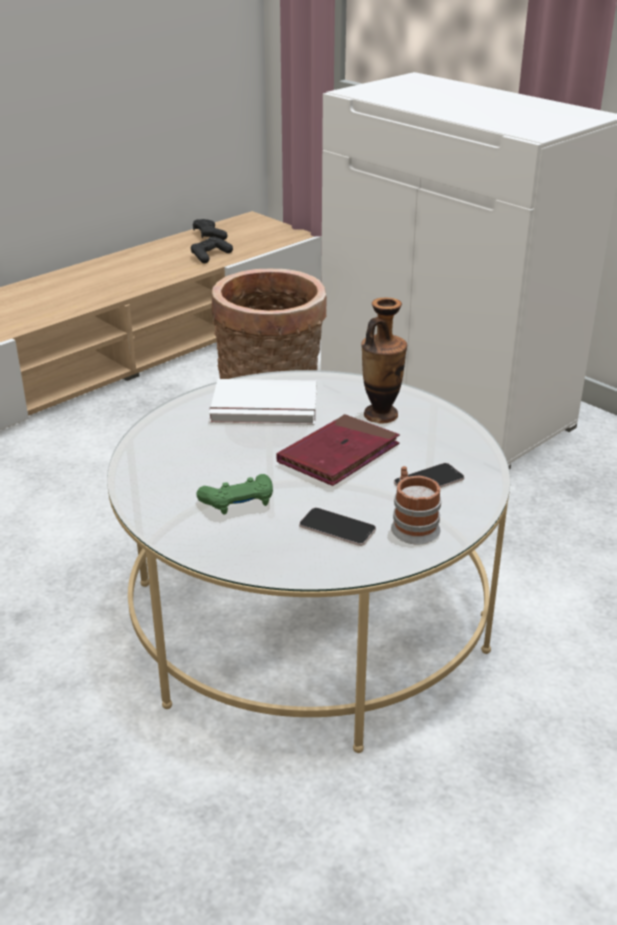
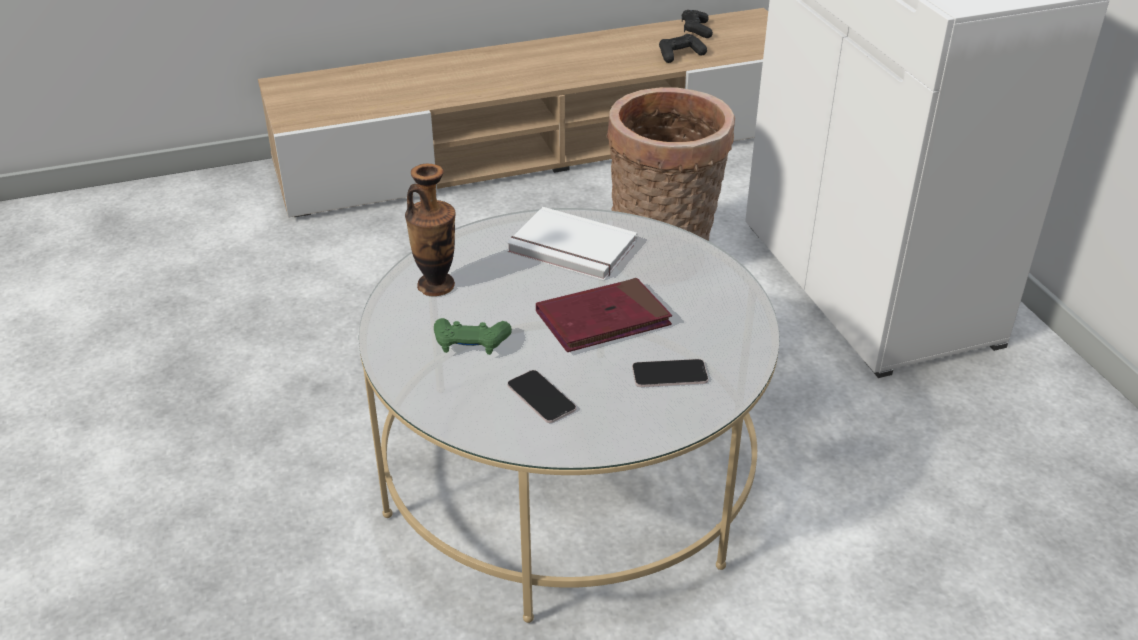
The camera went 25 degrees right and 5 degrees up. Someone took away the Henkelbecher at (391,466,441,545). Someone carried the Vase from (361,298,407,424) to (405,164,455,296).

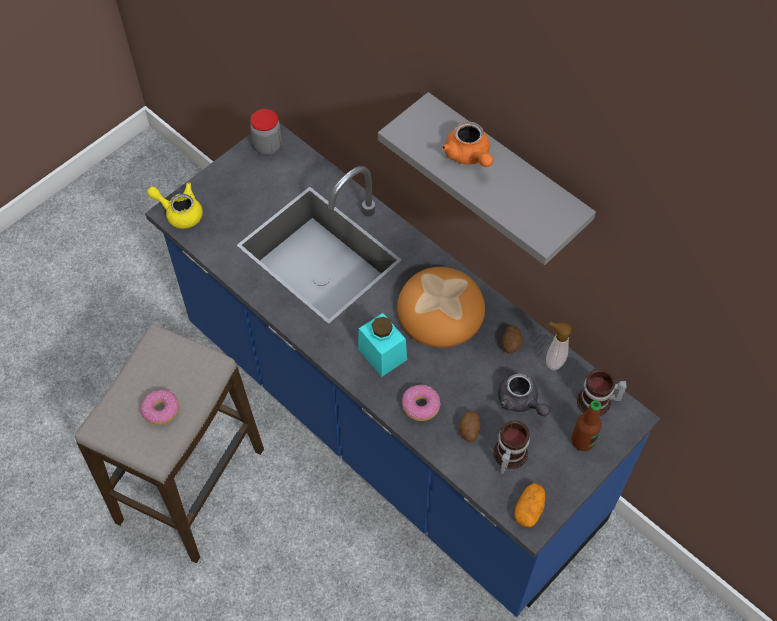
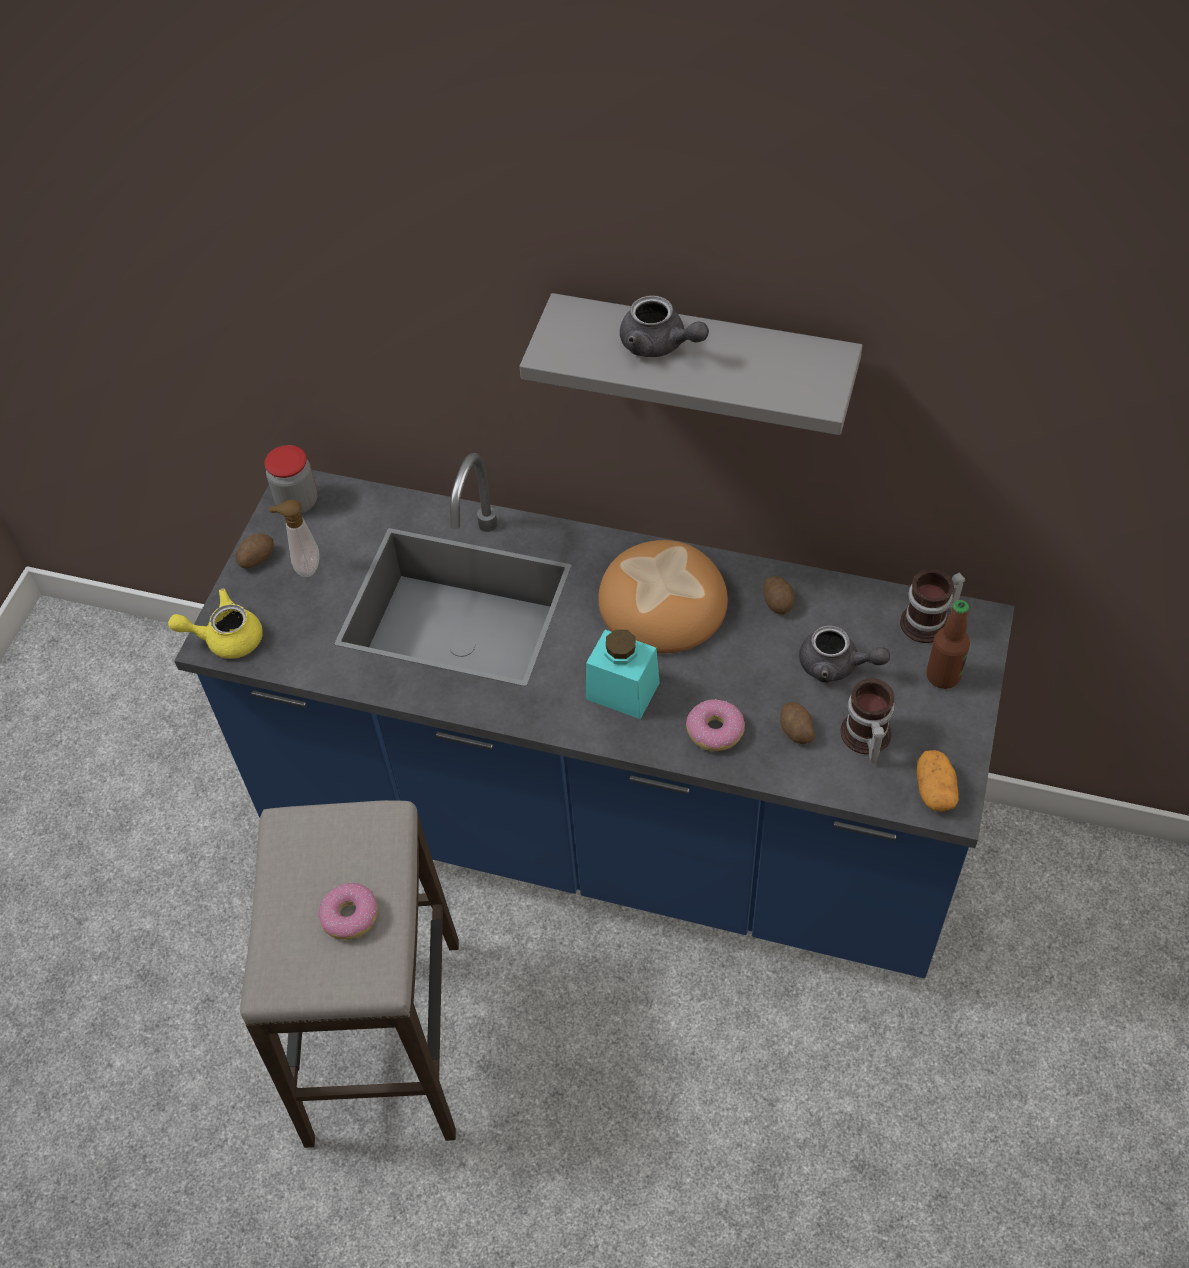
The camera went 25 degrees left and 5 degrees down. Someone put down the Kartoffel at (235,533,274,569). Someone carried the Seifenspender from (546,322,572,370) to (269,500,319,577). Someone repainted the Teekanne/orange at (442,121,493,167), which became the Teekanne/grau at (620,295,709,357).

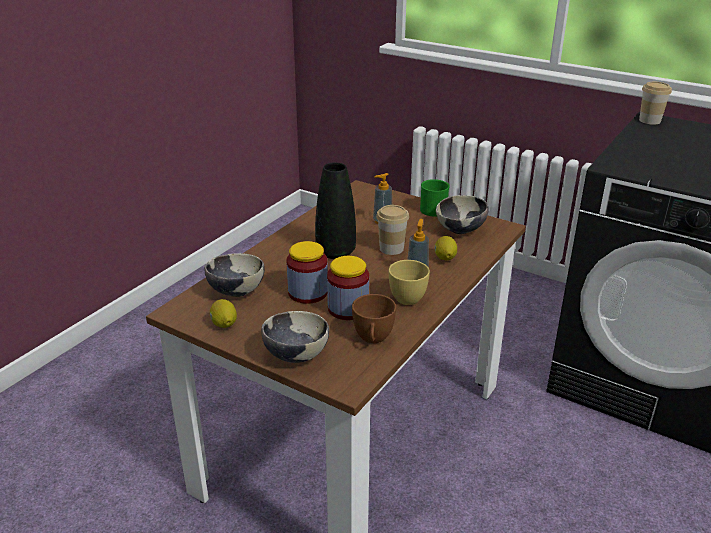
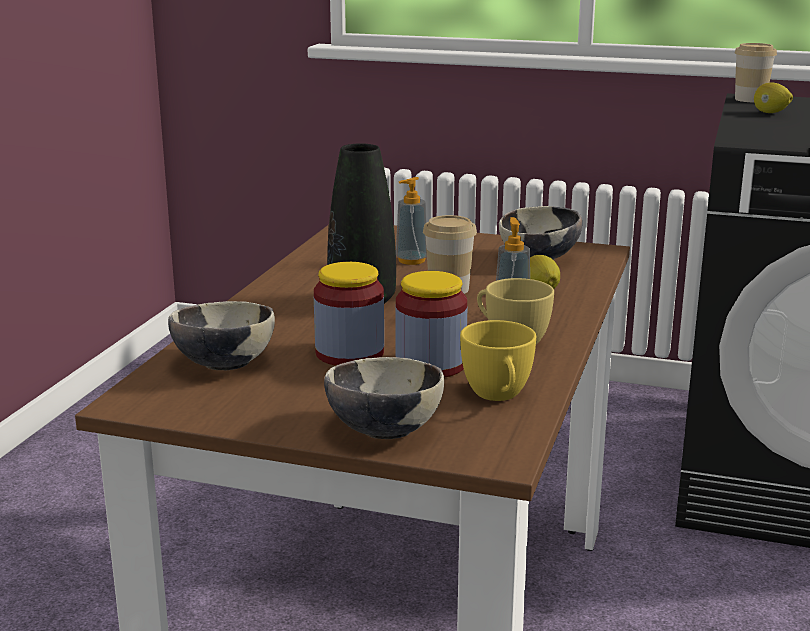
The camera went 15 degrees left and 10 degrees down. Someone took away the Henkelbecher/grün at (420,179,450,217). Someone carried the Zitrone from (210,299,237,328) to (754,83,793,113). Someone repainted the Tasse/braun at (352,294,396,343), which became the Tasse/gelb at (460,320,536,401).

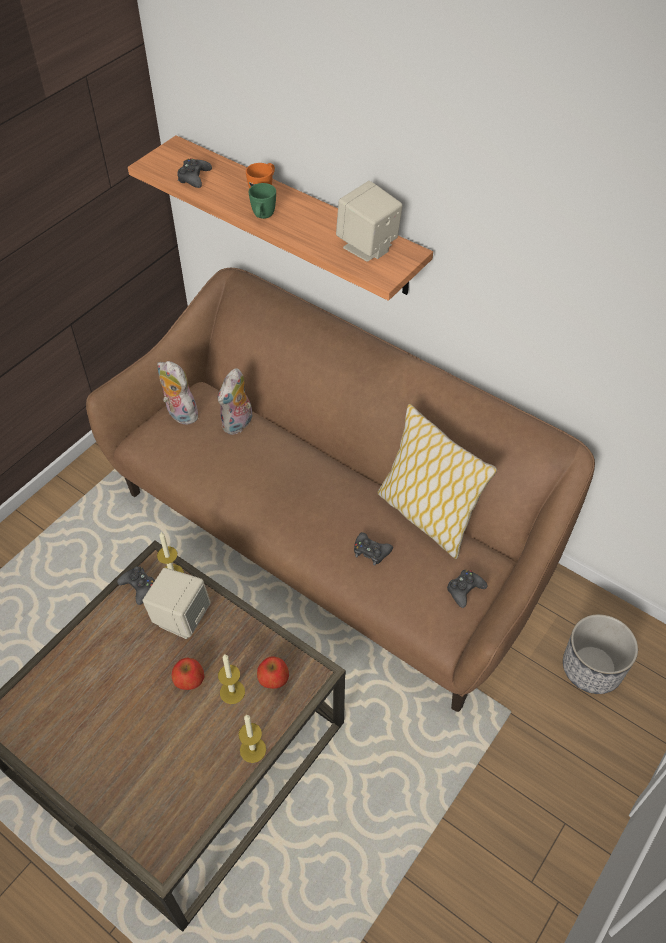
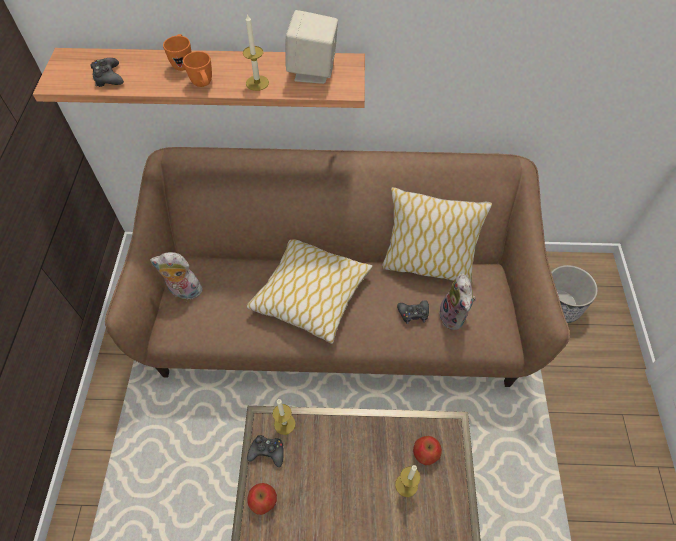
The camera went 35 degrees left and 5 degrees up. Someone took away the Lautsprecher/beige at (143,568,211,639). Someone took away the Gamepad/schwarz at (447,570,487,608). Someone put down the Kissen at (246,239,373,344). Someone carried the Apfel from (172,658,204,690) to (247,483,277,515). Someone carried the Plüschtier from (218,368,252,435) to (439,273,476,330). Someone carried the Kerze from (238,715,266,763) to (243,13,269,91). Someone repainted the Henkelbecher/grün at (249,183,276,219), which became the Henkelbecher/orange at (183,51,212,87).

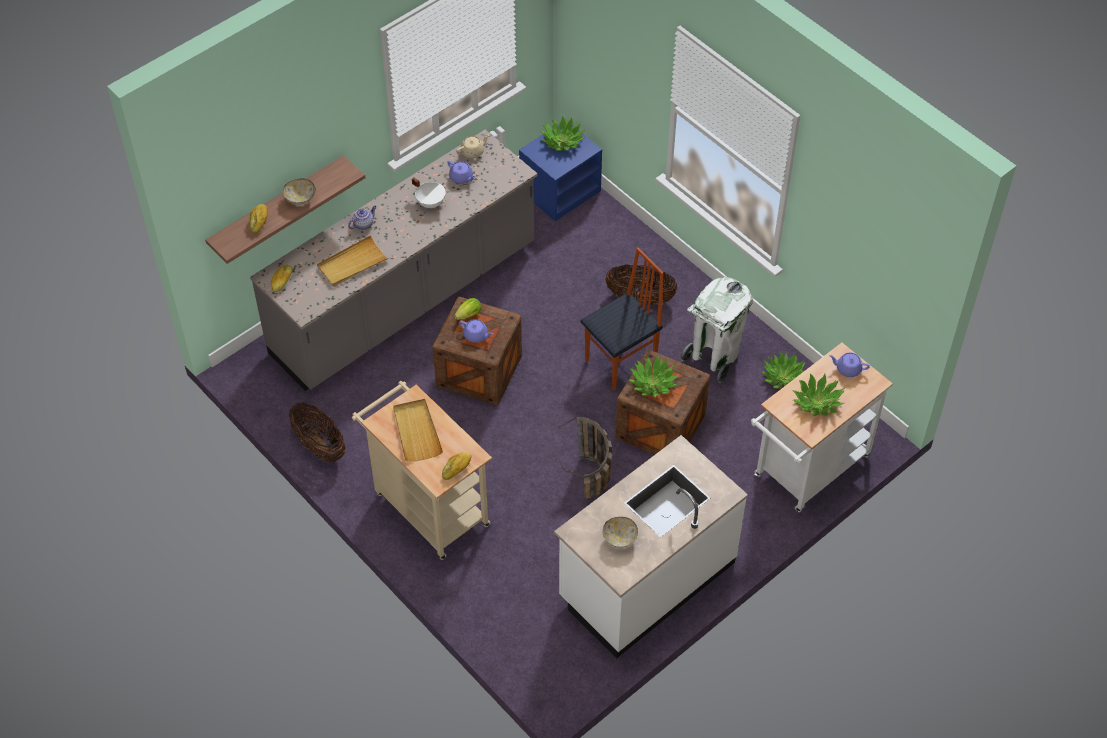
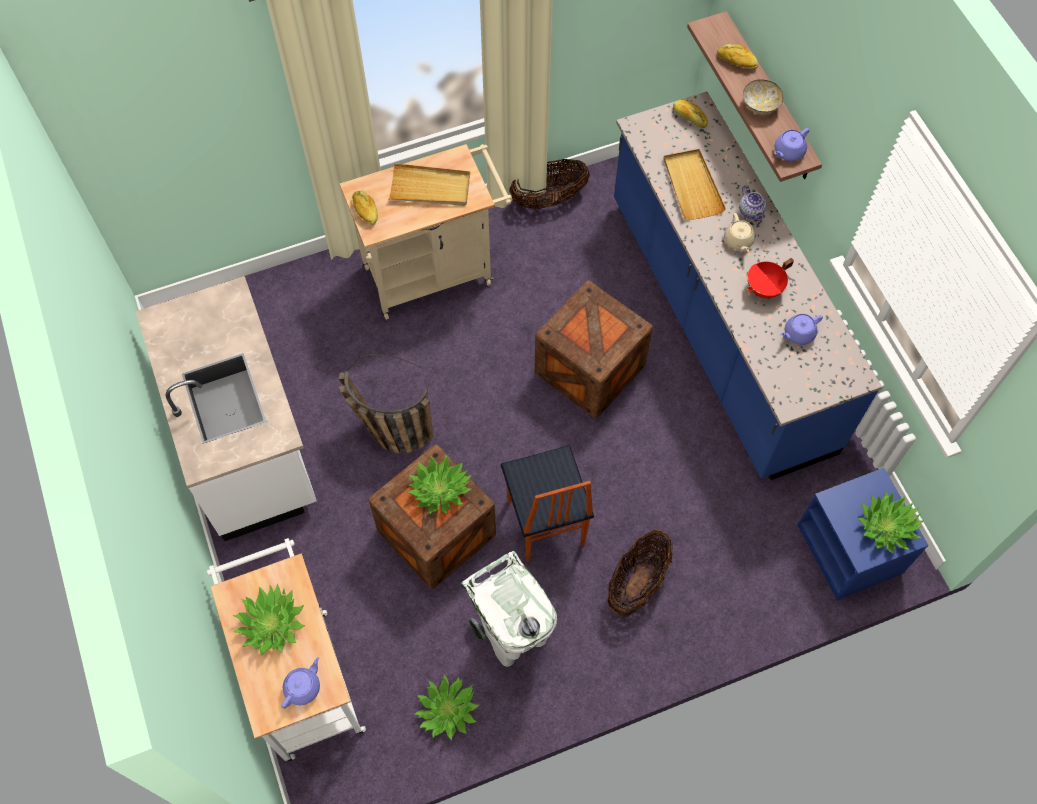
The camera went 110 degrees right and 10 degrees up. Someone took away the Salatkopf at (454,298,481,320). Someone took away the Schüssel at (603,517,638,548). Someone carried the Teekanne/beige from (456,135,489,158) to (724,213,755,252). Someone carried the Teekanne/lila from (459,319,494,343) to (774,128,809,161). Someone repainted the Küchenzeile/grau at (250,130,538,391), which became the Küchenzeile/blau at (614,91,882,480). Someone repainted the Kochtopf/weiß at (412,177,446,208), which became the Kochtopf/rot at (747,258,794,298).

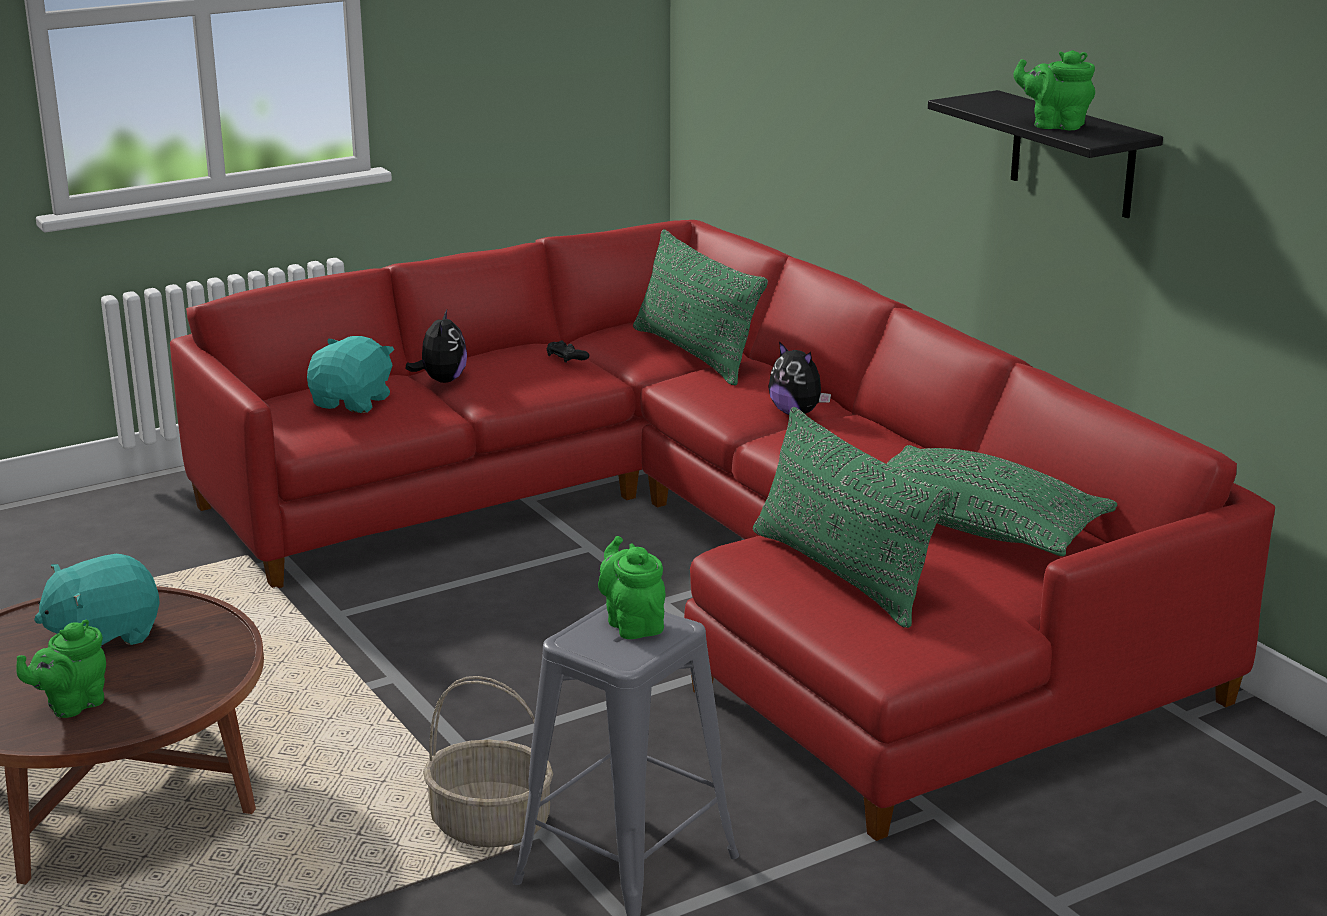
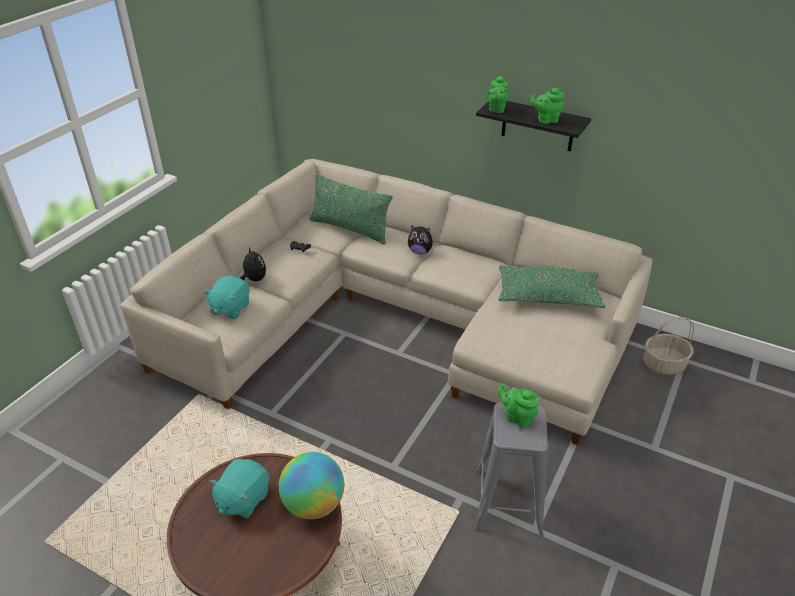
The camera went 30 degrees left and 15 degrees up. Someone took away the Kissen/grün at (753,407,953,628). Someone put down the Globus at (279,452,344,519). Someone carried the Teekanne/grün from (16,620,106,718) to (486,75,510,113). Someone carried the Korb from (423,676,553,847) to (643,317,694,375). Someone repainted the Sofa/rot at (170,220,1275,841), which became the Sofa/beige at (120,159,652,445). Someone rotated the Plüschtier/türkis at (307,336,394,413) by 150 degrees counterclockwise.

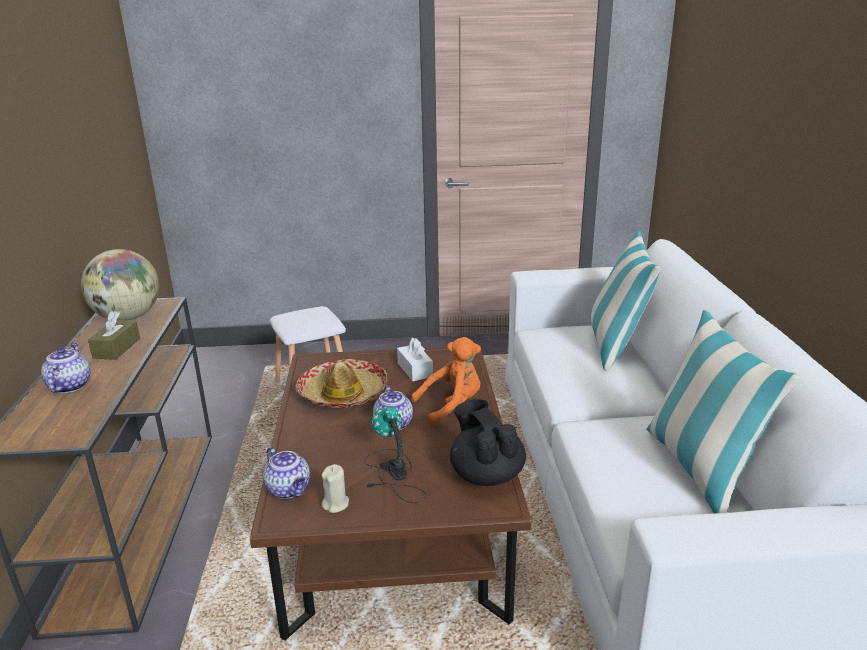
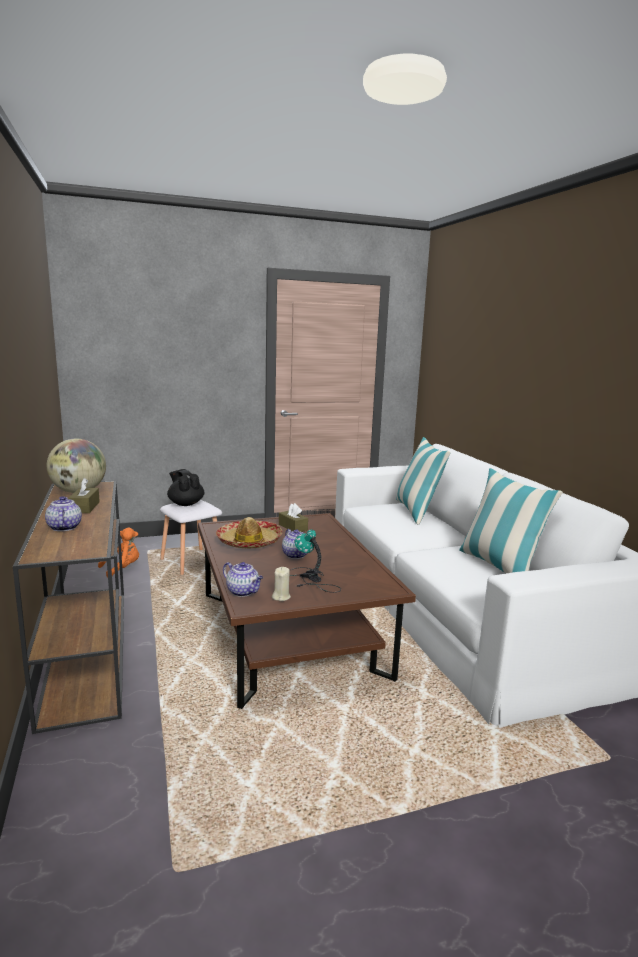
The camera went 15 degrees left and 10 degrees down. Someone carried the Plüschtier/orange from (411,337,481,426) to (98,528,139,578). Someone carried the Teekanne/schwarz from (450,399,526,486) to (167,469,205,506). Someone repainted the Taschentuchbox/weiß at (397,338,433,381), which became the Taschentuchbox/braun at (279,503,308,532).

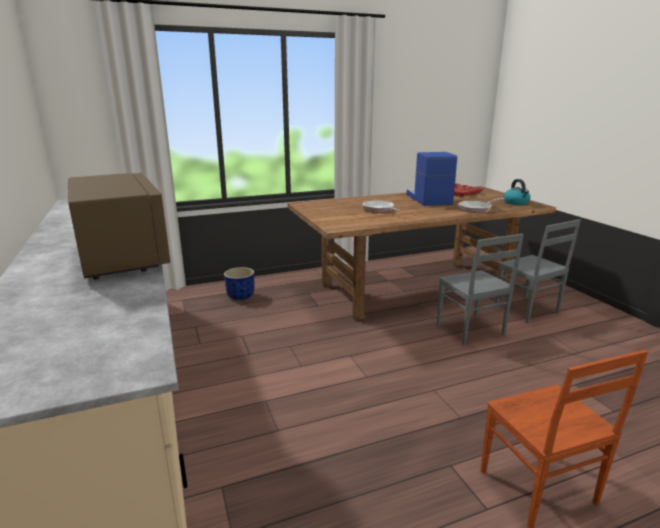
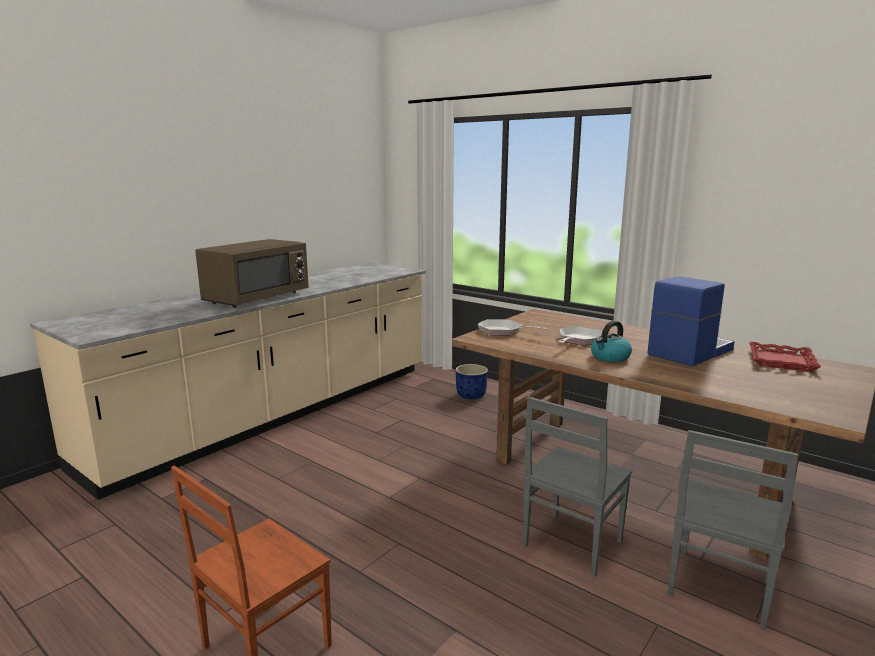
The camera went 60 degrees right and 5 degrees down. Someone carried the Pfanne from (457,198,505,213) to (477,319,548,336). Someone carried the Wasserkessel from (504,179,530,205) to (591,321,632,362).

